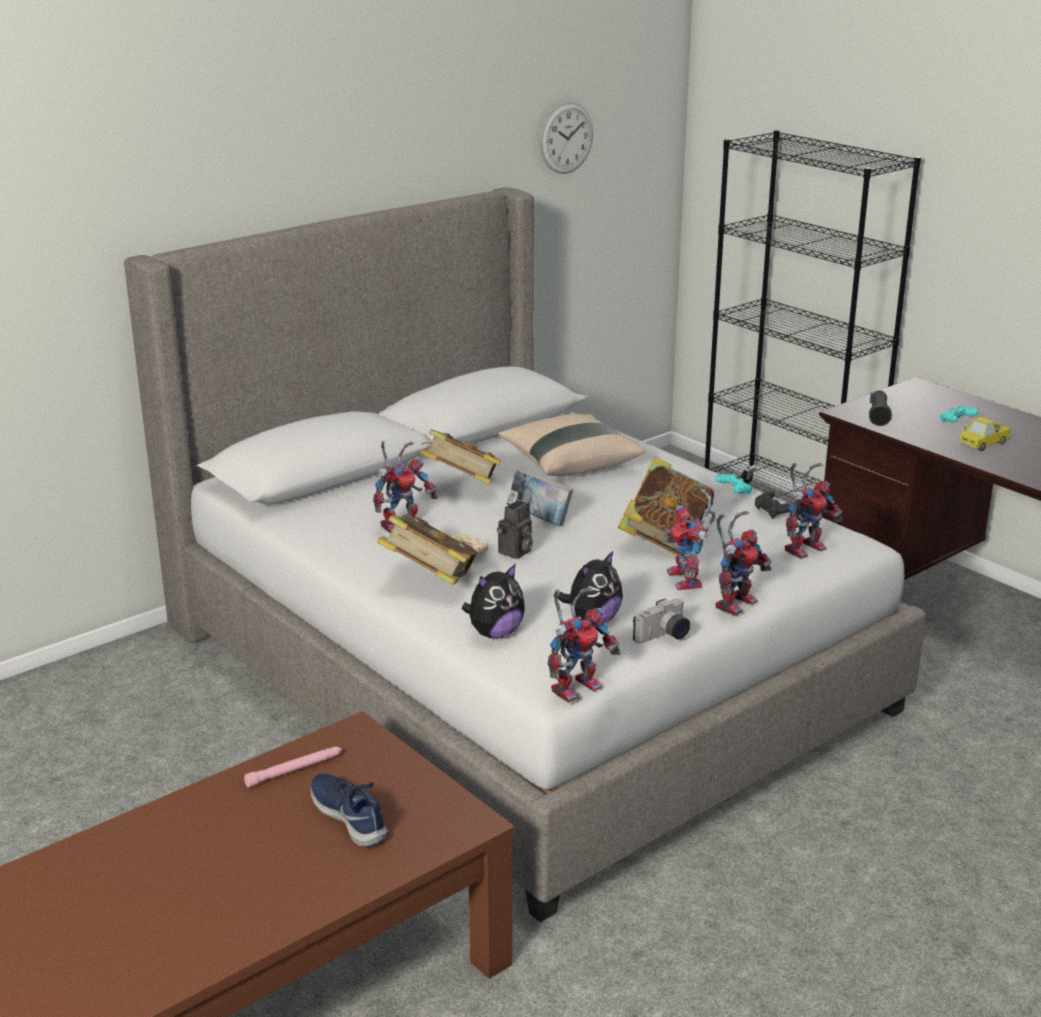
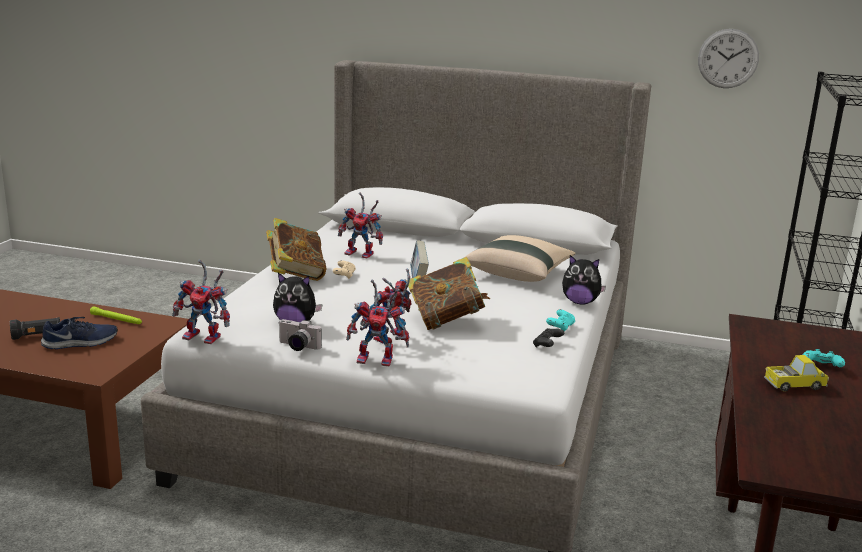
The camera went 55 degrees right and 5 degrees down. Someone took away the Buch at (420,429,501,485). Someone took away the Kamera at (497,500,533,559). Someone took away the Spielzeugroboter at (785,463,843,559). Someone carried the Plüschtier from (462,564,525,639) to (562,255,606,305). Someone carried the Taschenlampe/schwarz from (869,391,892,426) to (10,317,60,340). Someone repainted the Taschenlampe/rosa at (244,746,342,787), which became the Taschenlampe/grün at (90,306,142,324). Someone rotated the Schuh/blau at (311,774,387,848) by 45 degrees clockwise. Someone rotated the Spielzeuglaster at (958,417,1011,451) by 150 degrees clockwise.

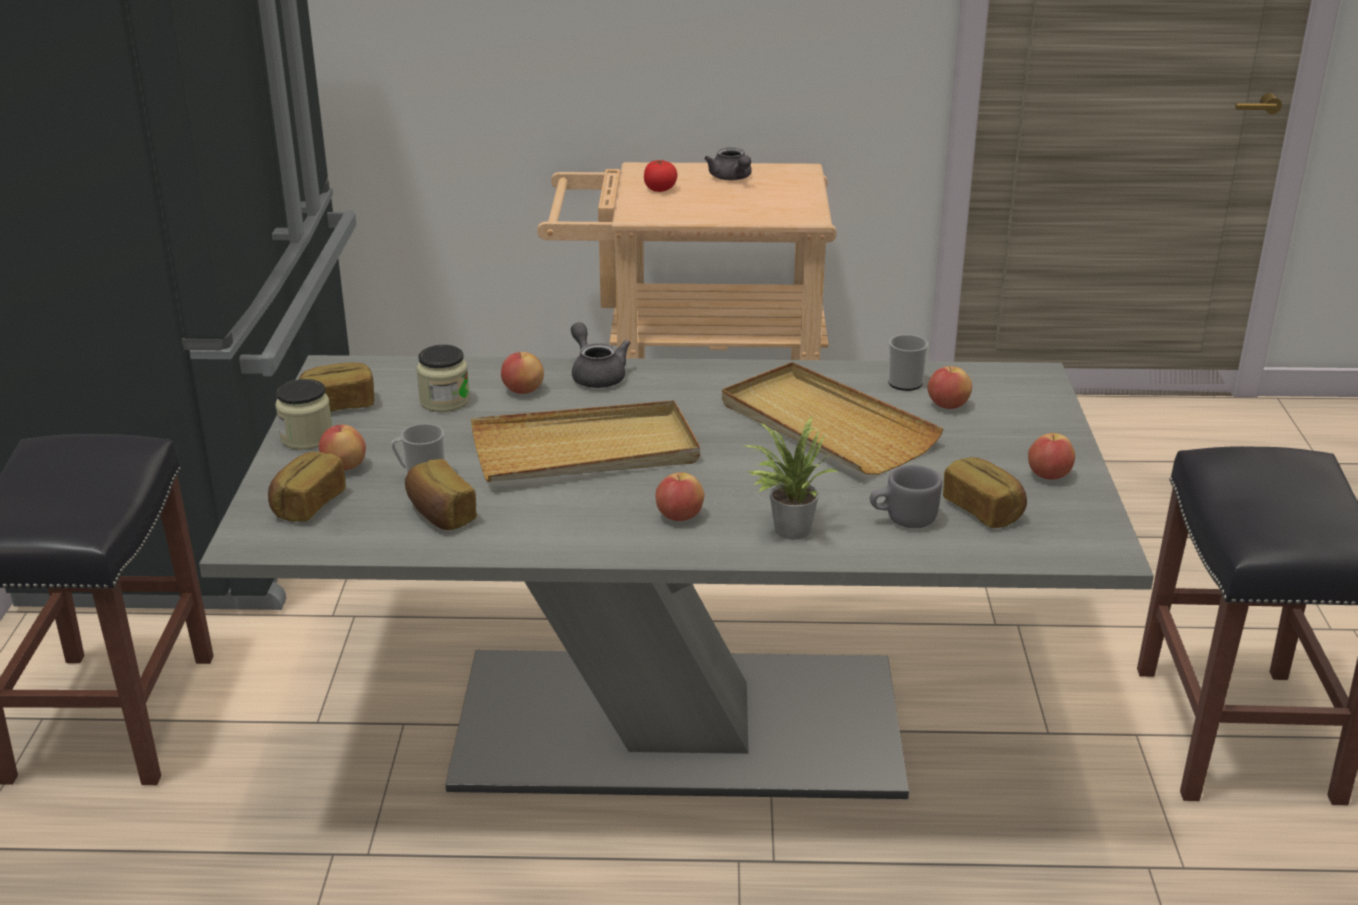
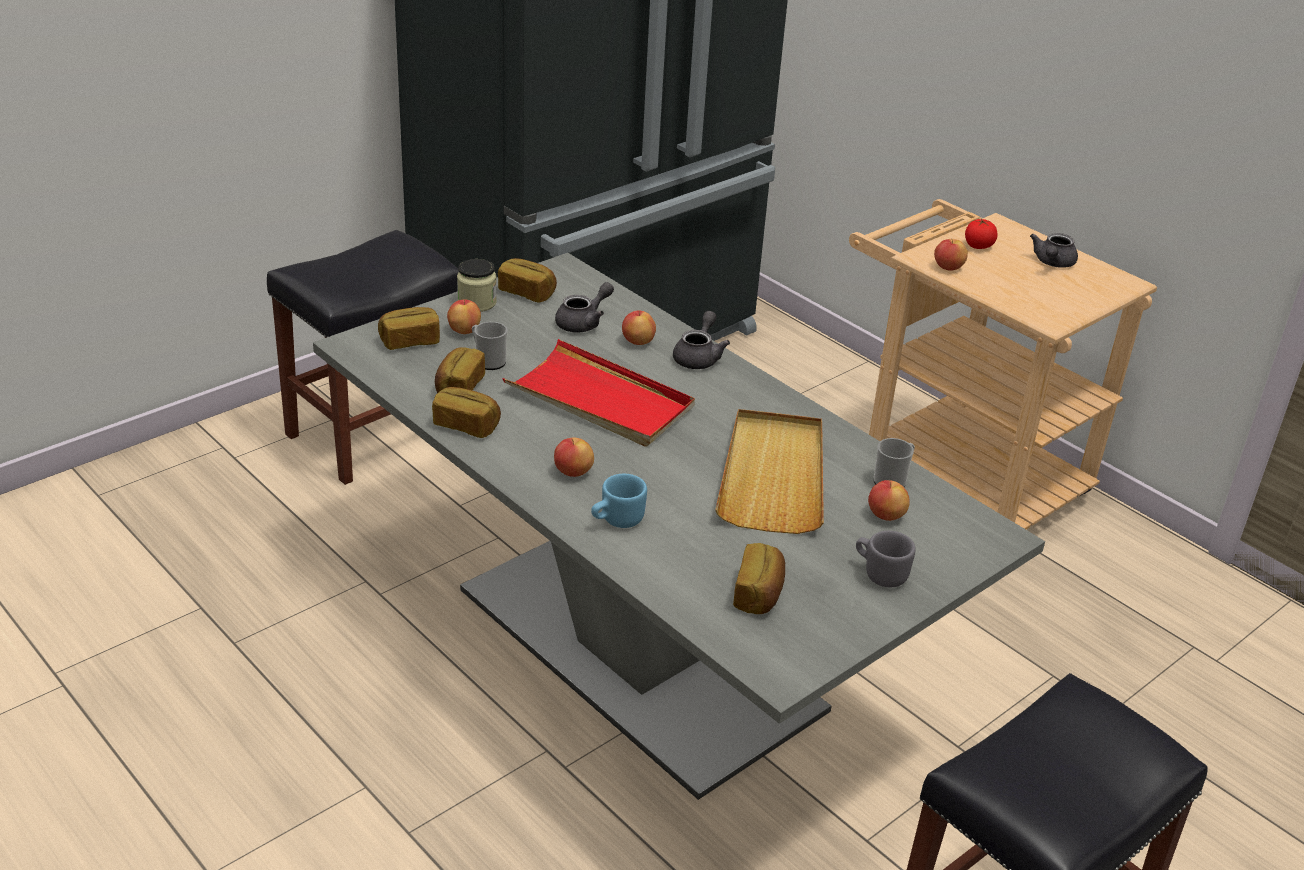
The camera went 45 degrees right and 5 degrees up. Someone put down the Brot at (432,387,501,438). Someone carried the Henkelbecher/grau from (870,465,942,528) to (856,531,916,587). Someone carried the Apfel from (1028,433,1075,480) to (934,238,968,270). Someone swapped the Vorratsglas at (416,345,470,412) for the Teekanne/grau at (555,282,614,333). Someone swapped the Topfpflanze at (745,417,839,539) for the Henkelbecher/blau at (591,474,647,528). Someone repainted the Tablett/beige at (471,400,700,482), which became the Tablett/rot at (503,339,695,447).

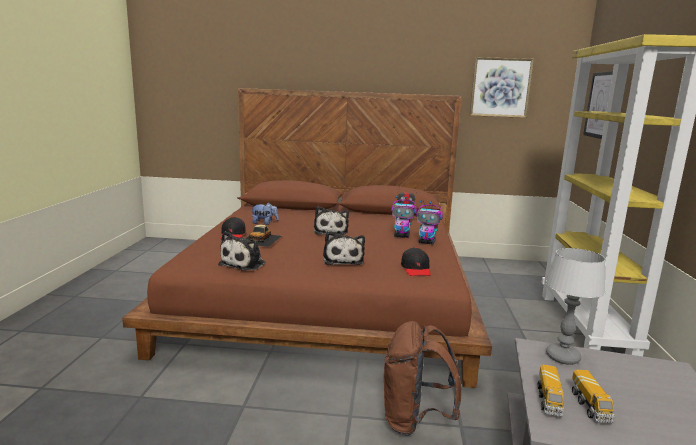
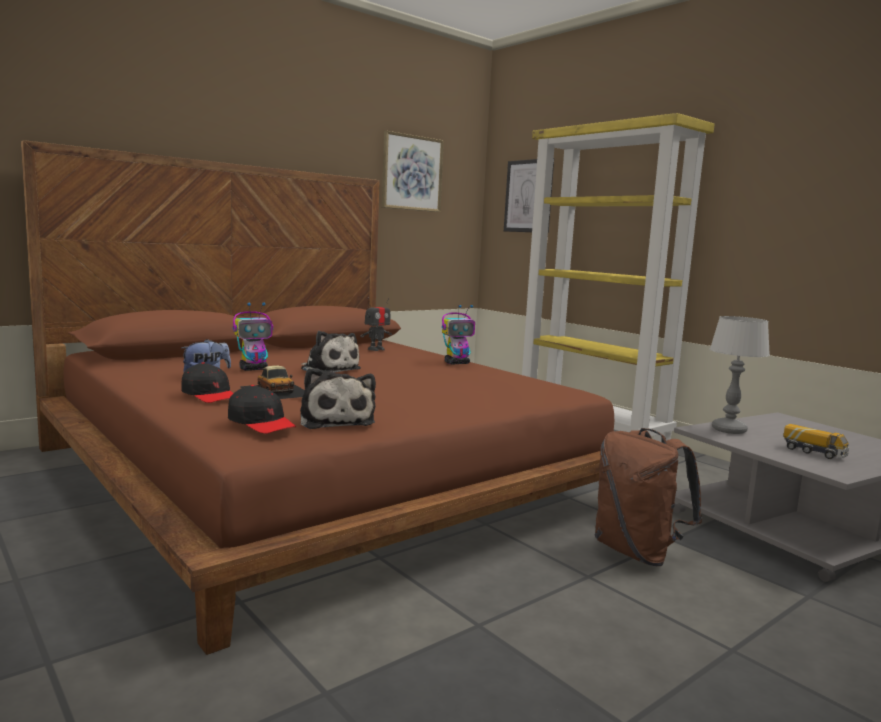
The camera went 45 degrees left and 5 degrees down. Someone took away the Plüschtier at (323,231,365,265). Someone took away the Spielzeuglaster at (537,365,564,417). Someone carried the Spielzeugroboter from (391,195,417,238) to (233,302,274,371). Someone carried the Kappe/schwarz from (401,247,431,276) to (228,385,296,434).

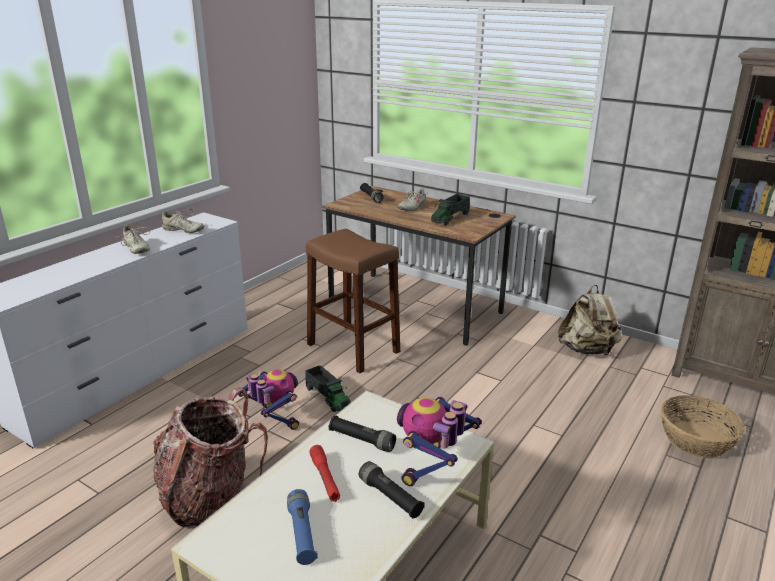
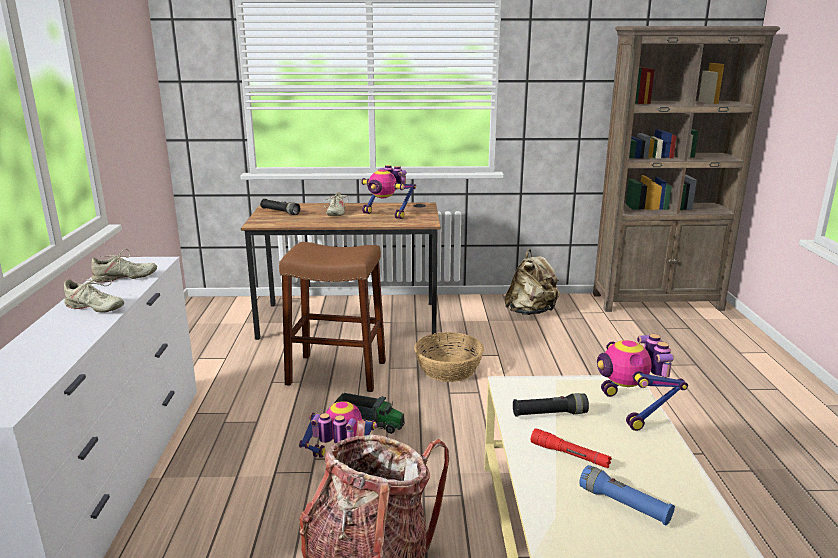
The camera went 35 degrees left and 5 degrees down. Someone took away the Taschenlampe/schwarz at (359,461,425,519). Someone carried the Korb from (661,395,745,458) to (414,332,484,382). Someone swapped the Spielzeuglaster at (431,194,470,225) for the Spielzeugroboter at (361,165,416,219).

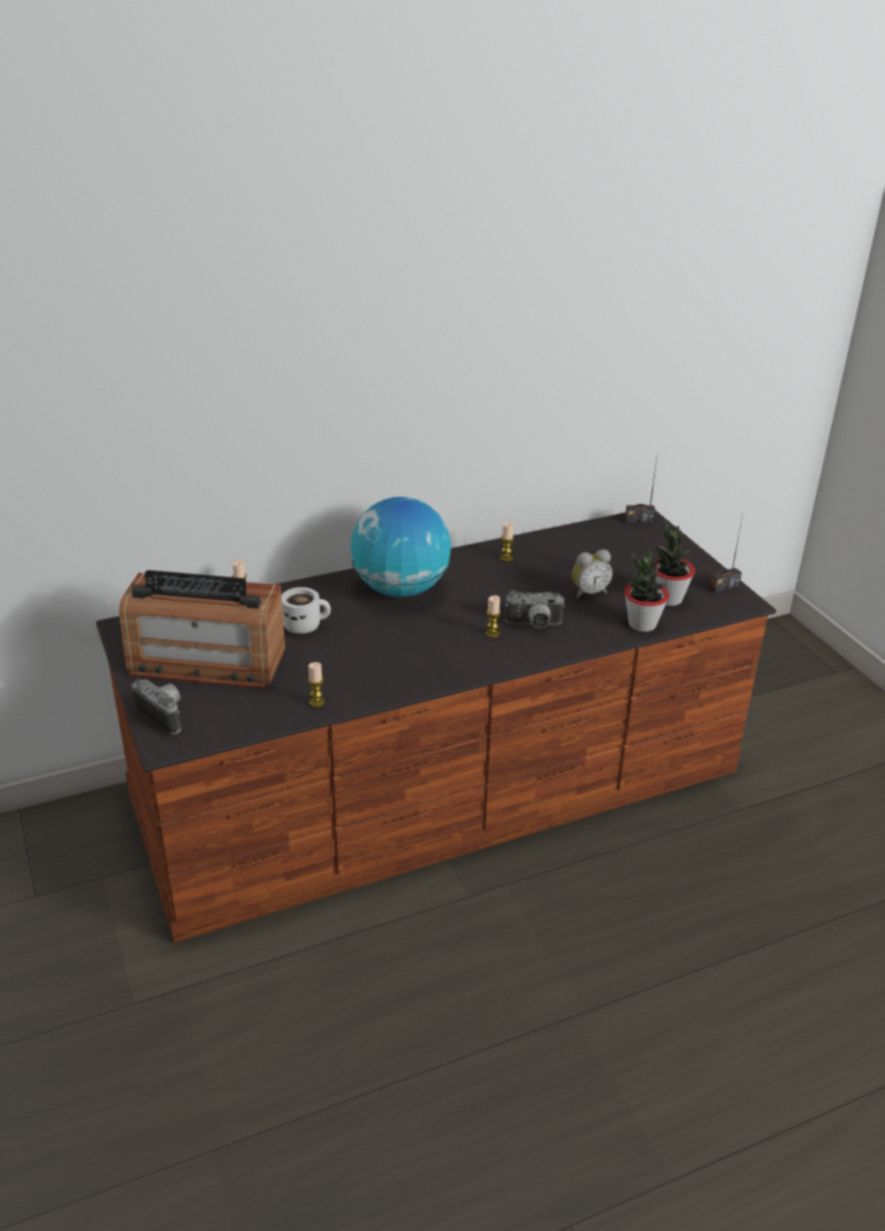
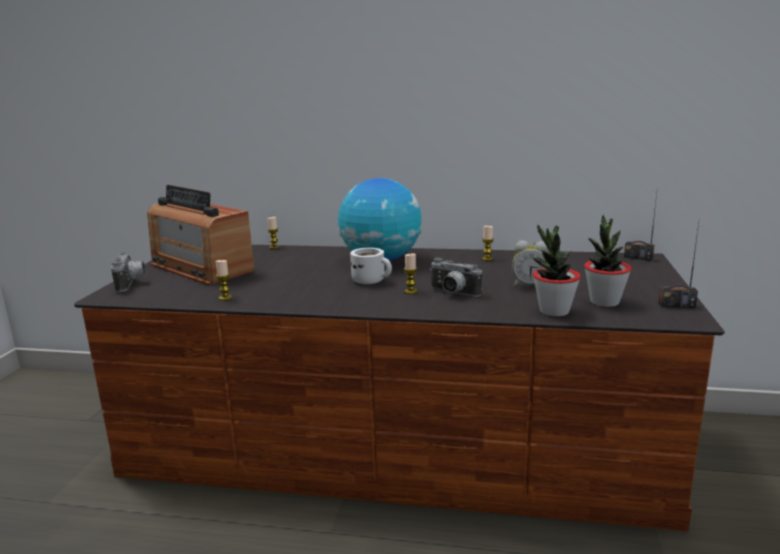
The camera went 35 degrees right and 15 degrees down. Someone carried the Henkelbecher/weiß from (281,587,331,634) to (350,248,392,284).

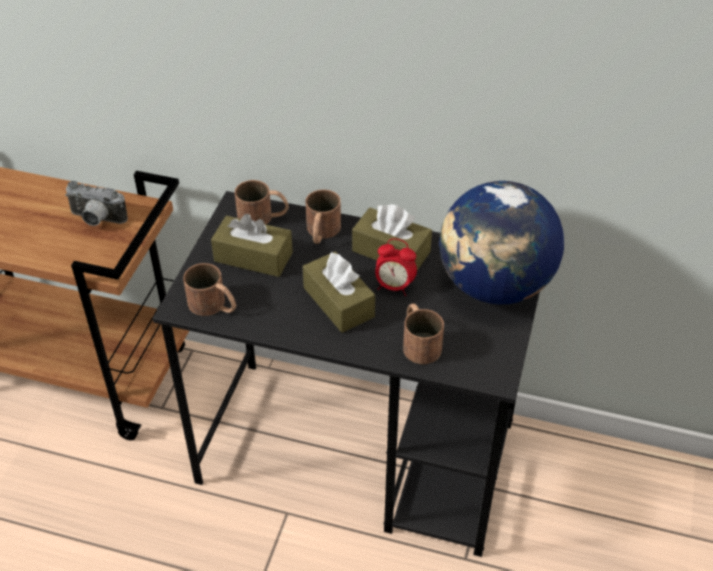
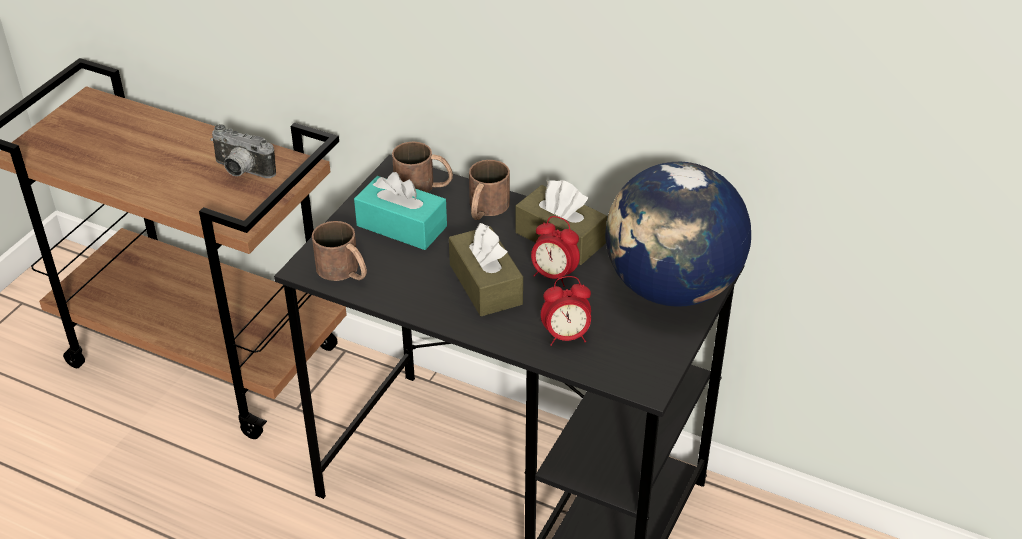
The camera went 10 degrees right and 5 degrees down. Someone swapped the Henkelbecher/braun at (403,304,444,364) for the Wecker at (541,276,591,346). Someone repainted the Taschentuchbox/braun at (211,214,293,277), which became the Taschentuchbox/türkis at (354,172,447,250).

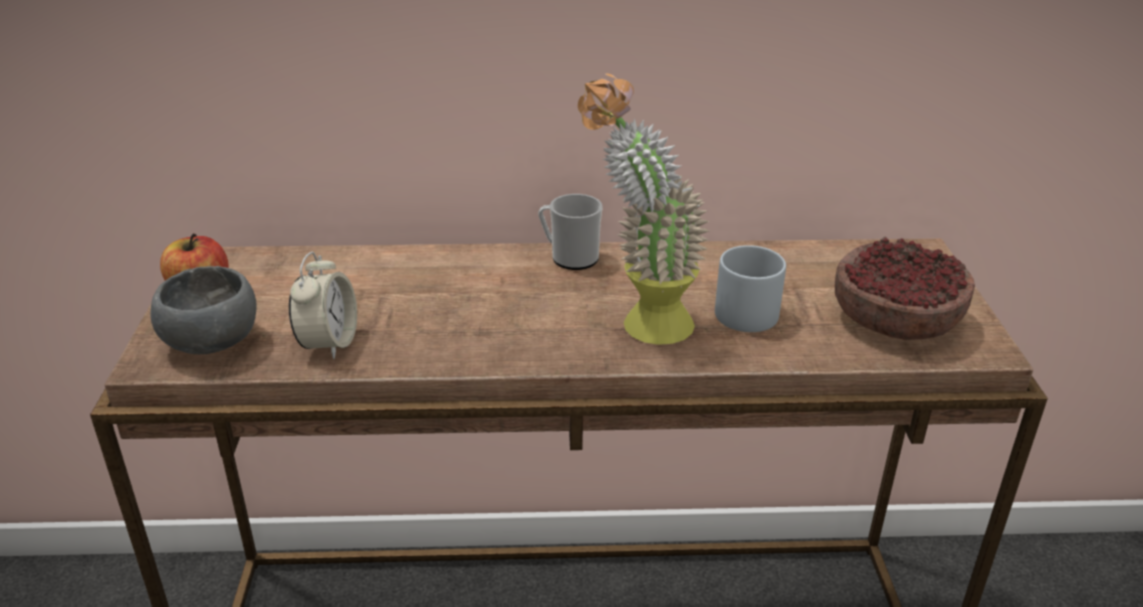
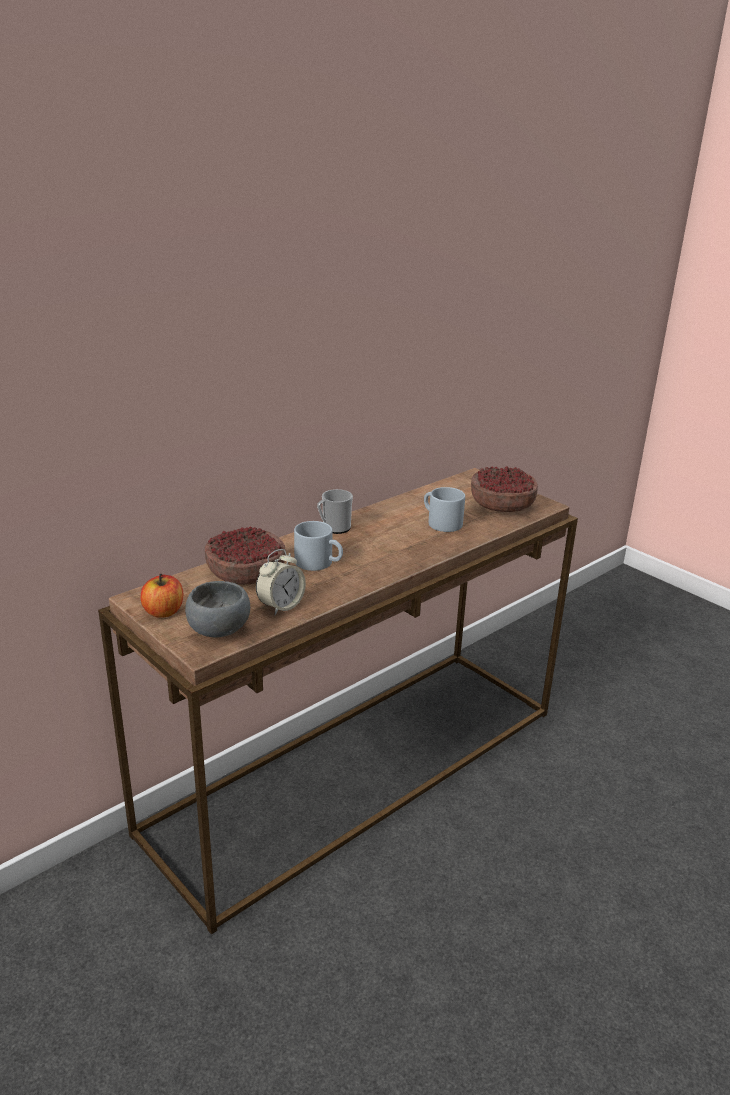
The camera went 40 degrees left and 5 degrees down. Someone took away the Topfpflanze at (578,74,709,345). Someone put down the Schüssel at (205,526,286,585). Someone put down the Henkelbecher/grau at (294,521,343,571). Someone rotated the Wecker at (289,251,357,359) by 75 degrees clockwise.

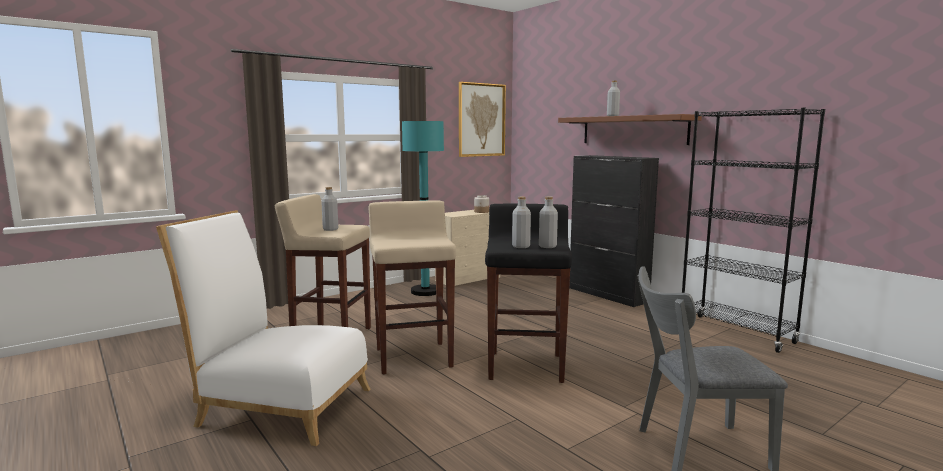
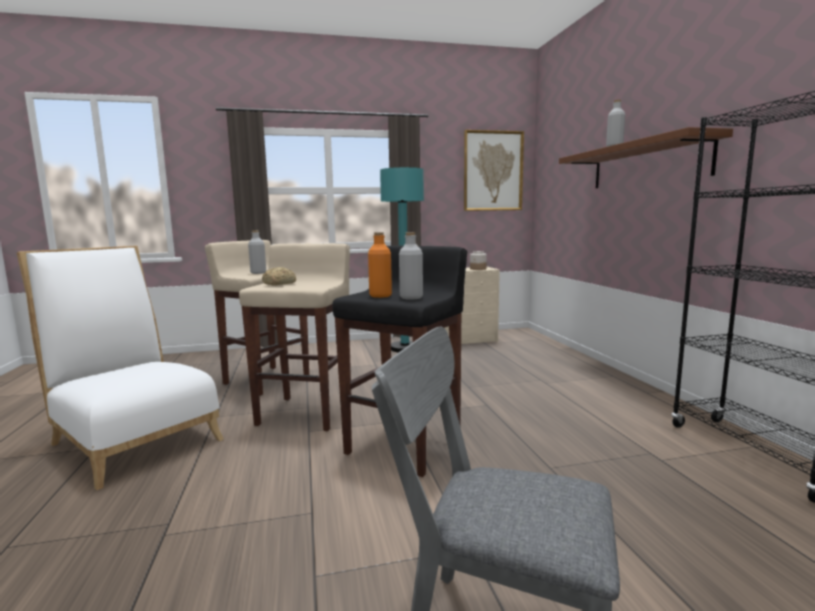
The camera went 25 degrees right and 0 degrees up. Someone took away the Schrank/schwarz at (569,155,659,307). Someone put down the Brot at (262,267,296,285). Someone repainted the Flasche/grau at (512,197,531,248), which became the Flasche/orange at (368,232,392,298).

